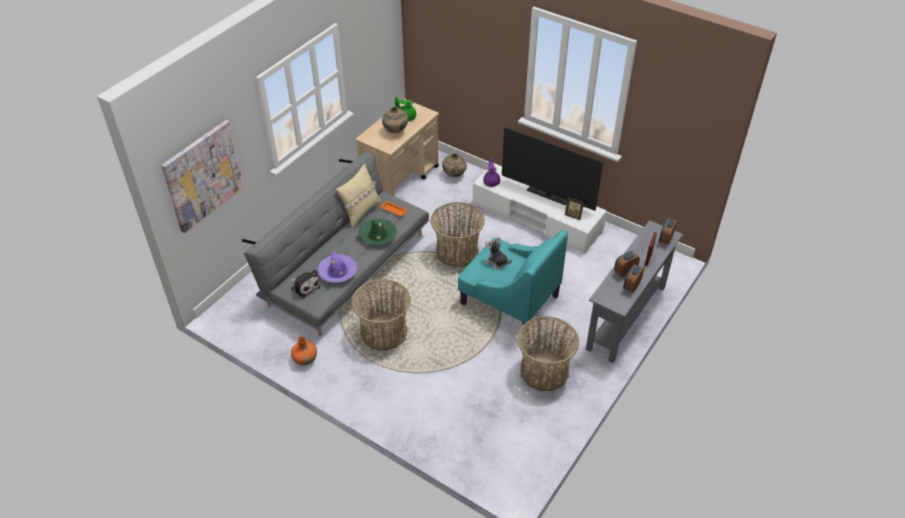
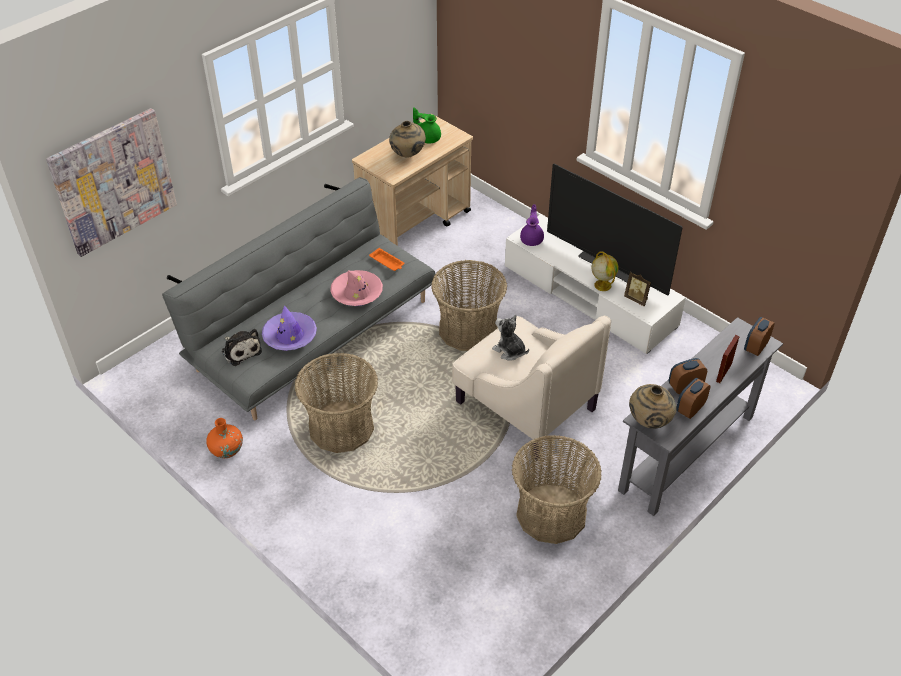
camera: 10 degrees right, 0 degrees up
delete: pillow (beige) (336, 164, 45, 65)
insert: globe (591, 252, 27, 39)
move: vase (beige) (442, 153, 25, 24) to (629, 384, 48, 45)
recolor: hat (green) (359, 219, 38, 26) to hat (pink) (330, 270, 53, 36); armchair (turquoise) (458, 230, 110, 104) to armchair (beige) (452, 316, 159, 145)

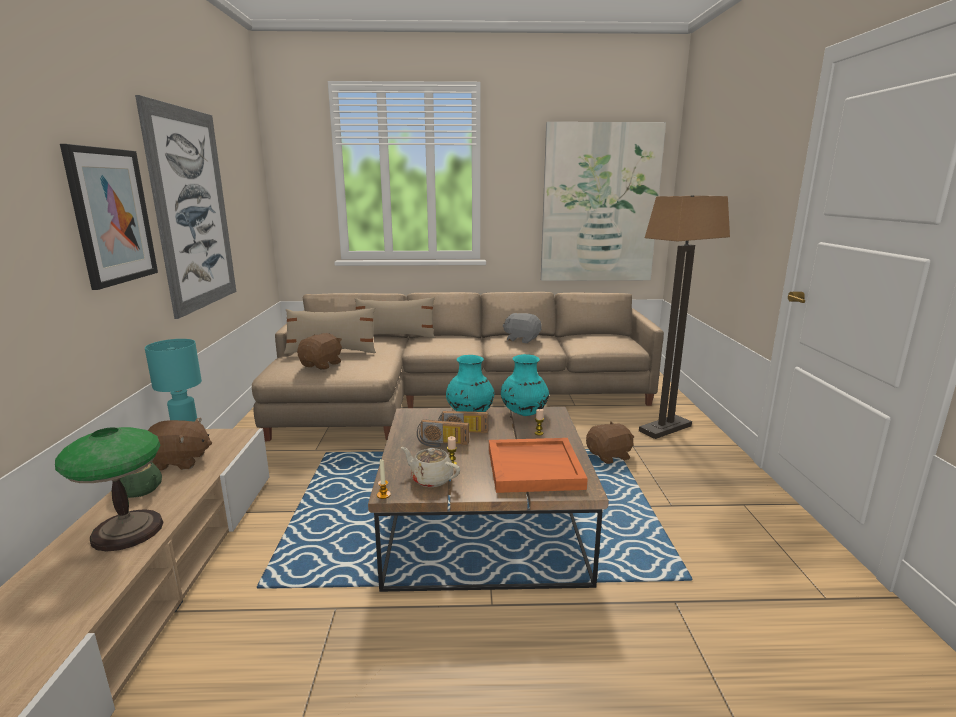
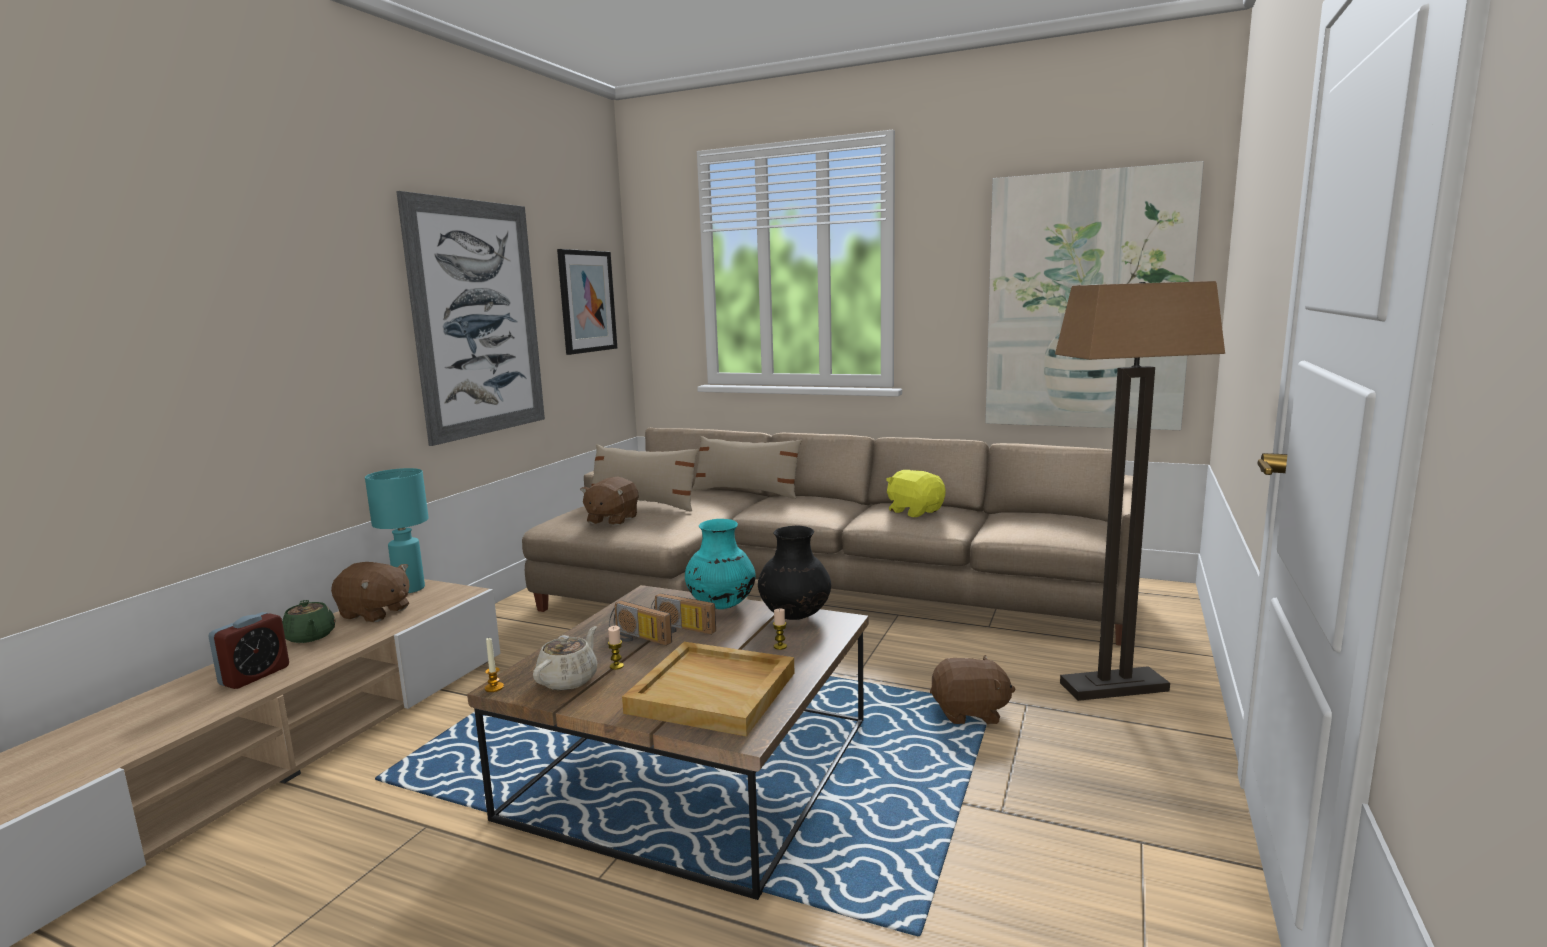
camera: 25 degrees right, 5 degrees down
move: picture (60, 144, 98, 146) to (557, 249, 60, 106)
replace: table lamp (55, 427, 109, 124) to alarm clock (208, 612, 81, 77)
recolor: tray (orange) (489, 438, 99, 55) to tray (beige) (622, 642, 172, 95); vase (turquoise) (501, 354, 48, 62) to vase (black) (758, 526, 73, 94); plush toy (grey) (503, 313, 39, 30) to plush toy (yellow) (886, 470, 60, 47)
rotate: teapot (beige) (401, 447, 59, 40) = (533, 626, 64, 65) 60 degrees clockwise; plush toy (brown) (297, 333, 45, 37) = (580, 476, 59, 50) 150 degrees clockwise

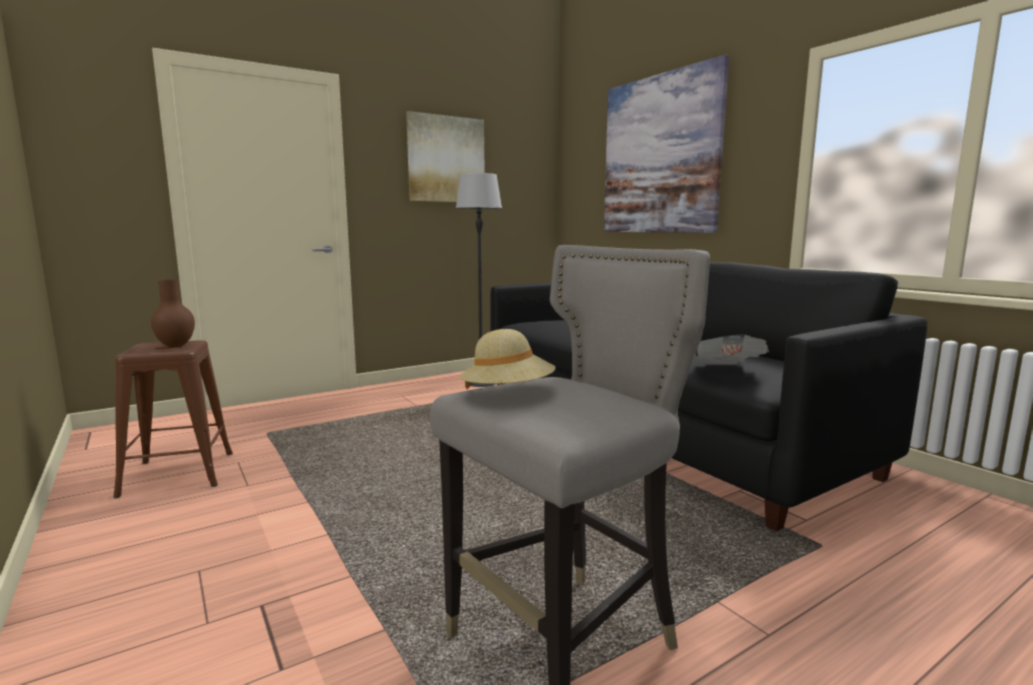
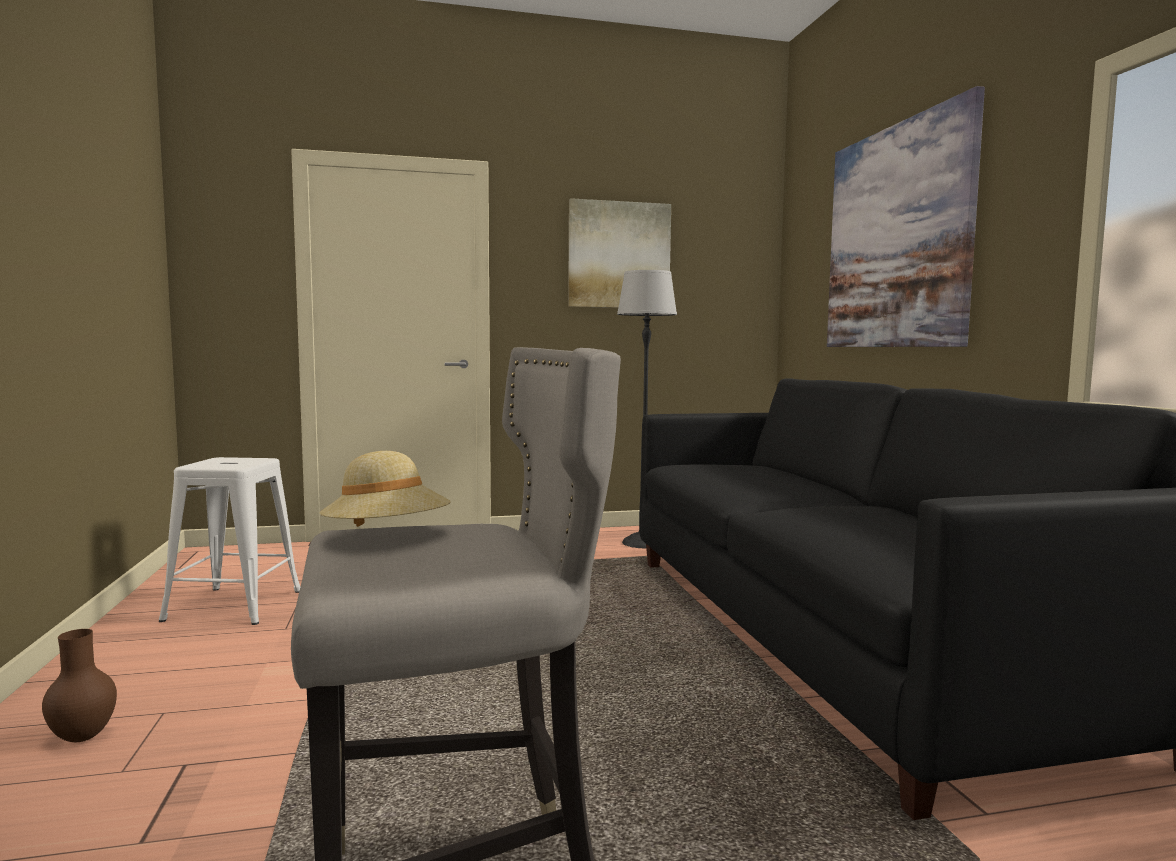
camera: 20 degrees right, 5 degrees down
delete: newspaper (695, 335, 74, 27)
move: vase (brown) (151, 280, 44, 67) to (42, 629, 75, 113)
recolor: stool (brown) (113, 340, 120, 158) to stool (white) (159, 457, 141, 168)

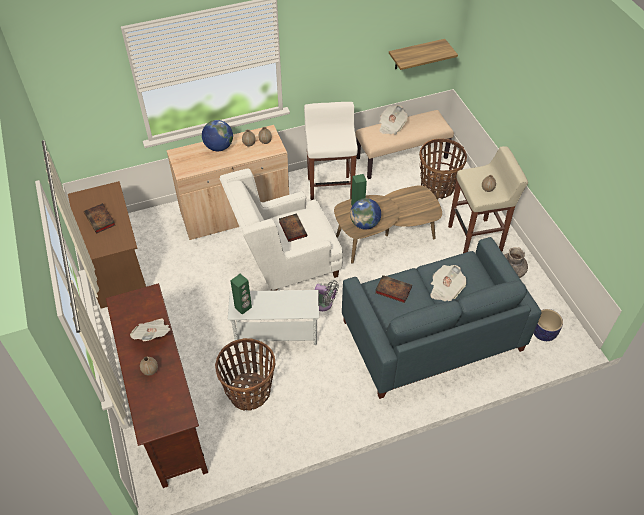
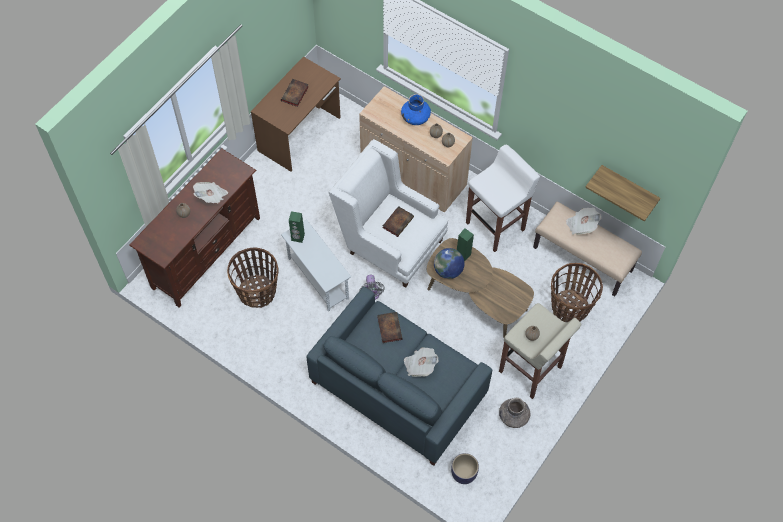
camera: 55 degrees right, 10 degrees up
replace: globe (202, 120, 31, 31) to vase (blue) (401, 94, 30, 31)

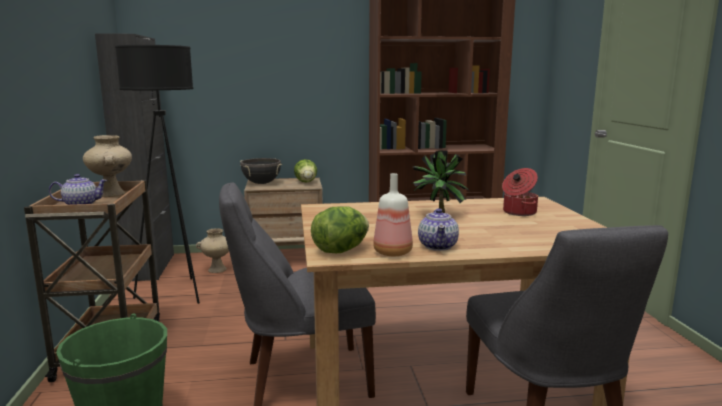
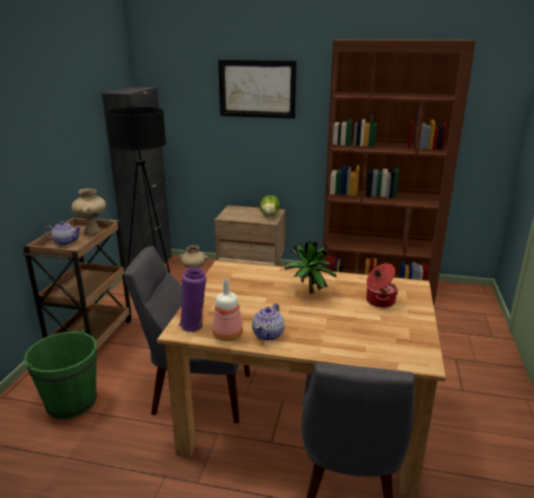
camera: 20 degrees right, 10 degrees up
delete: cooking pot (black) (240, 158, 42, 26)
insert: picture (218, 60, 79, 59)
replace: lettuce (311, 206, 58, 47) to vase (purple) (179, 268, 28, 64)

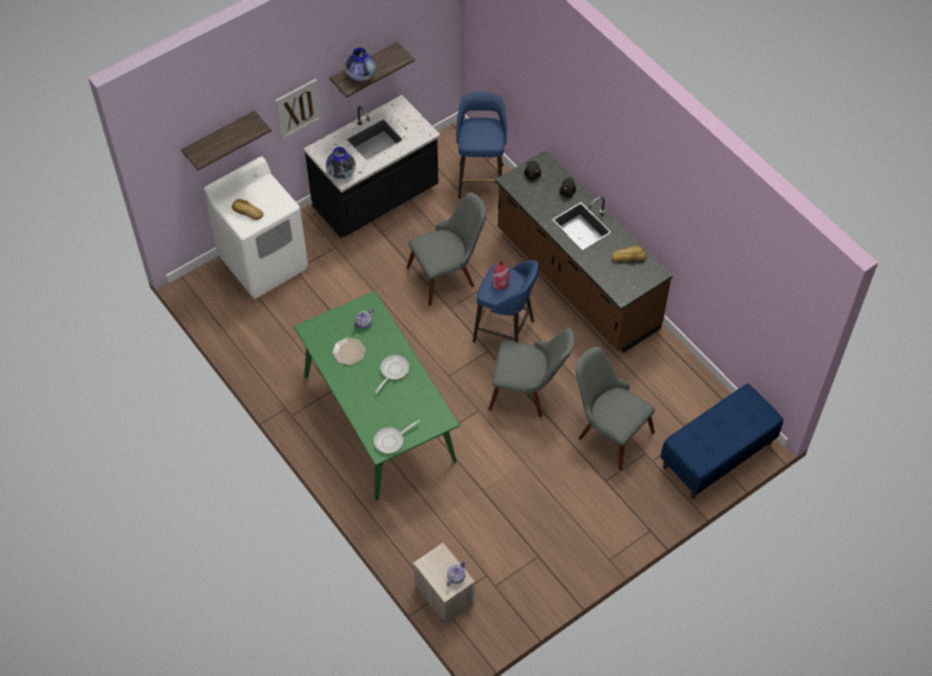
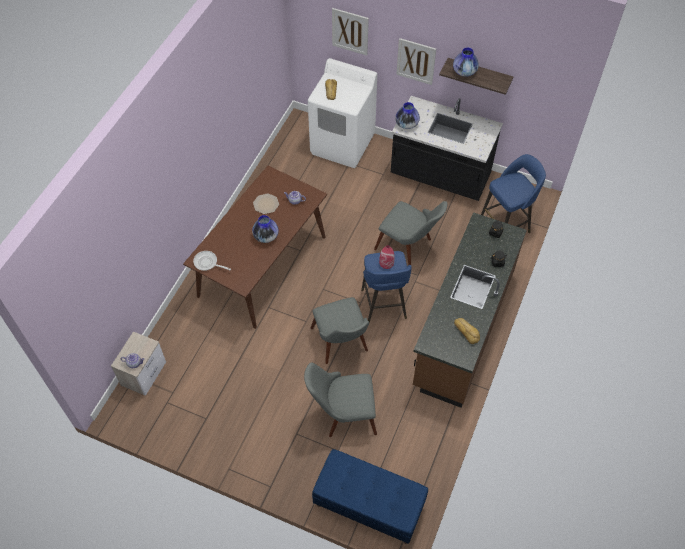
camera: 60 degrees right, 0 degrees up
replace: frying pan (375, 355, 34, 38) to vase (252, 215, 27, 28); shelf (181, 111, 90, 59) to picture (332, 8, 37, 48)
recolor: dining table (green) (294, 291, 166, 210) to dining table (brown) (183, 166, 144, 163)
rotate: chair (grey) (576, 347, 79, 123) = (304, 362, 73, 75) 105 degrees counterclockwise

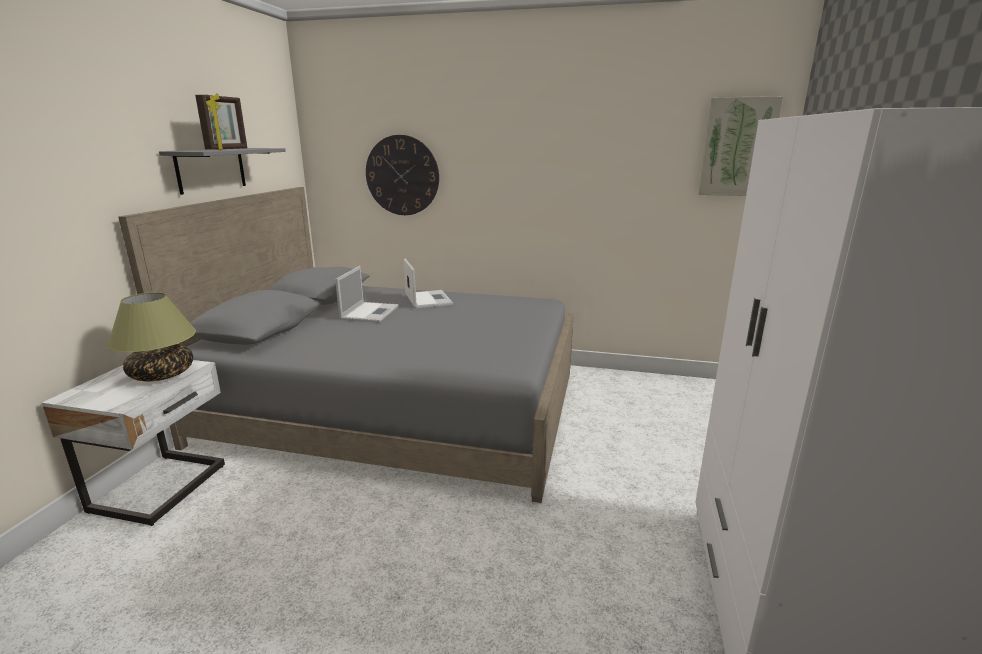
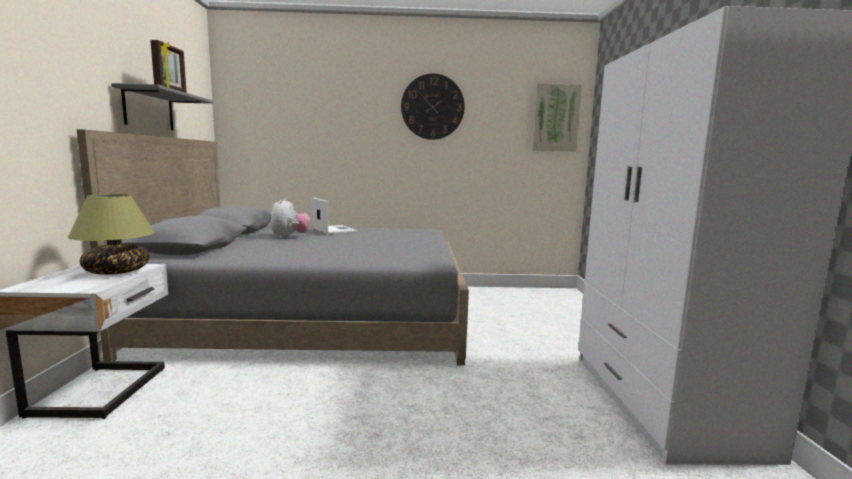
camera: 15 degrees left, 10 degrees down
move: wall clock (366, 135, 73, 80) to (401, 73, 64, 67)
replace: laptop (335, 266, 64, 57) to plush toy (270, 198, 40, 40)

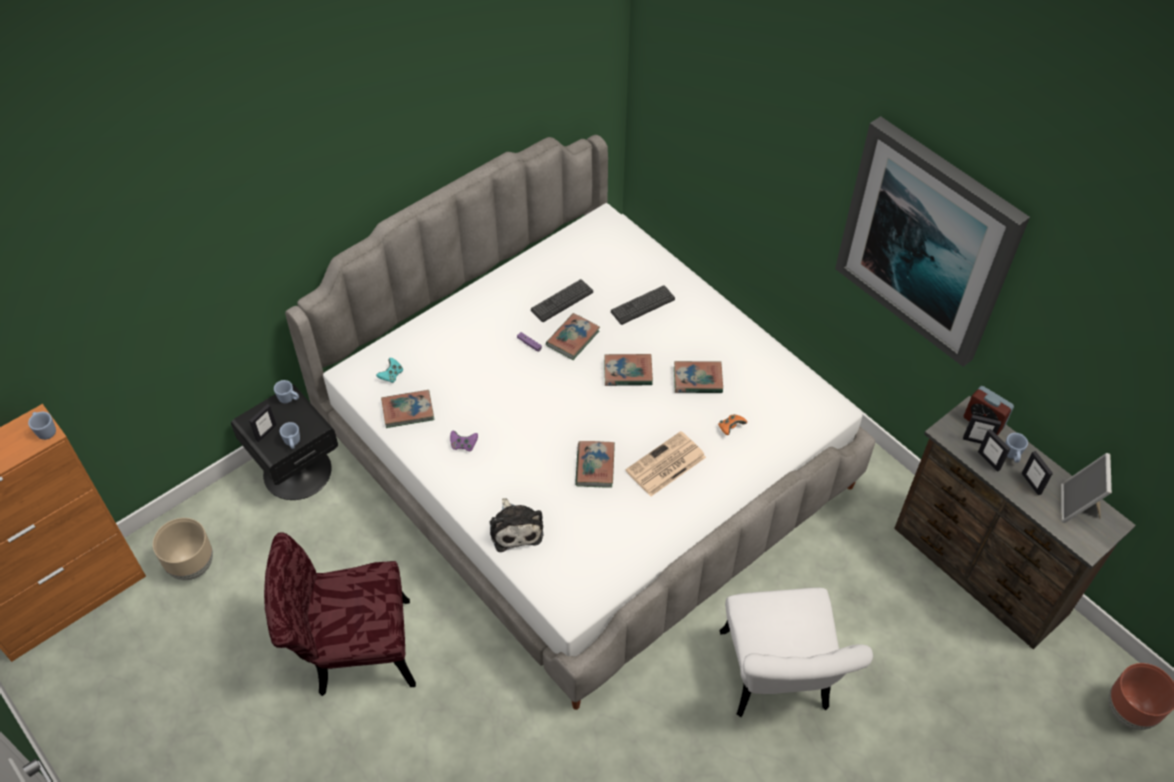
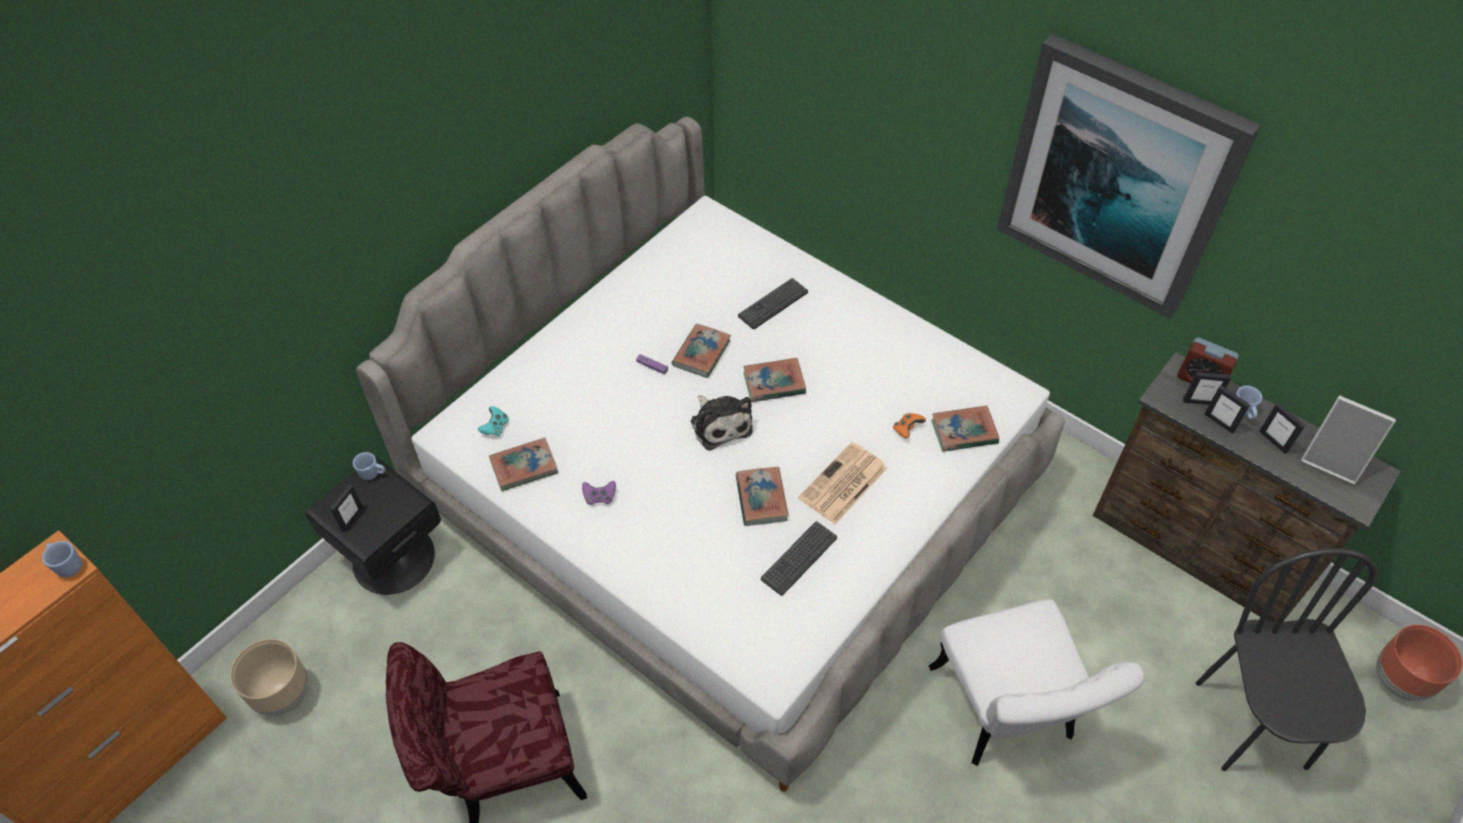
camera: 10 degrees left, 0 degrees up
delete: mug (blue) (280, 422, 20, 27)
insert: chair (black) (1196, 548, 181, 223)
move: plush toy (490, 498, 53, 54) to (691, 396, 61, 55); keyboard (531, 279, 62, 43) to (761, 521, 76, 75); book (674, 361, 49, 32) to (931, 406, 68, 46)
rotate: picture frame (1061, 453, 51, 70) = (1301, 396, 95, 89) 60 degrees counterclockwise

